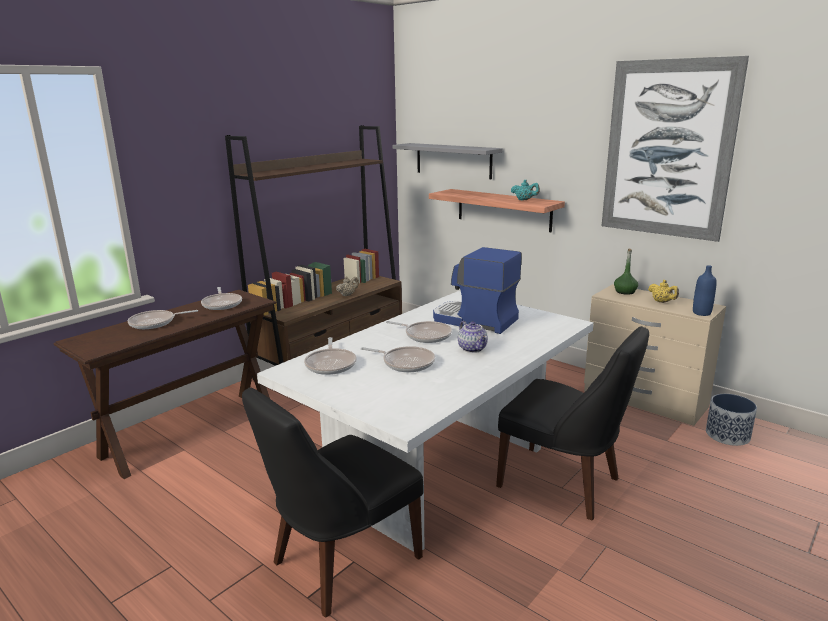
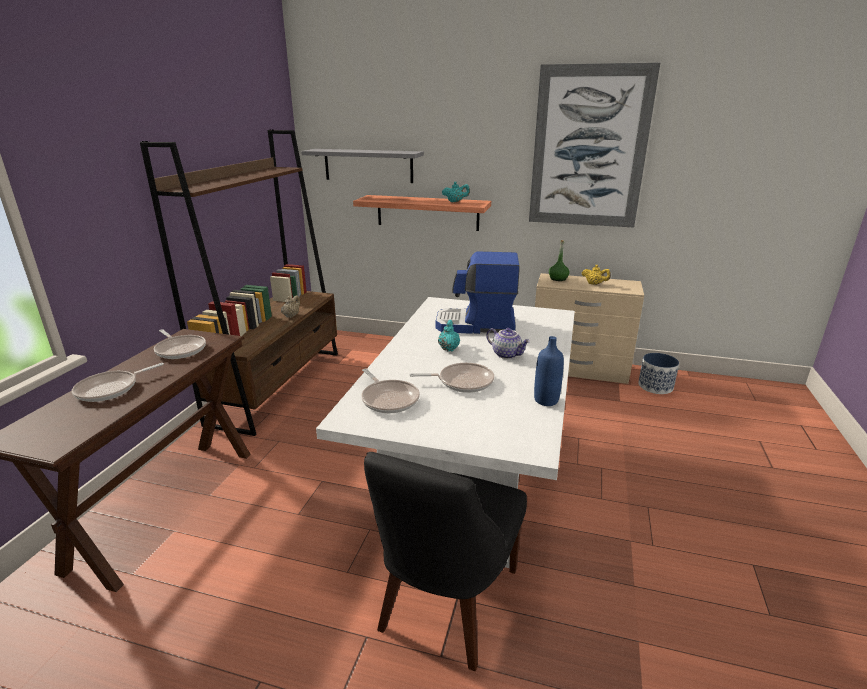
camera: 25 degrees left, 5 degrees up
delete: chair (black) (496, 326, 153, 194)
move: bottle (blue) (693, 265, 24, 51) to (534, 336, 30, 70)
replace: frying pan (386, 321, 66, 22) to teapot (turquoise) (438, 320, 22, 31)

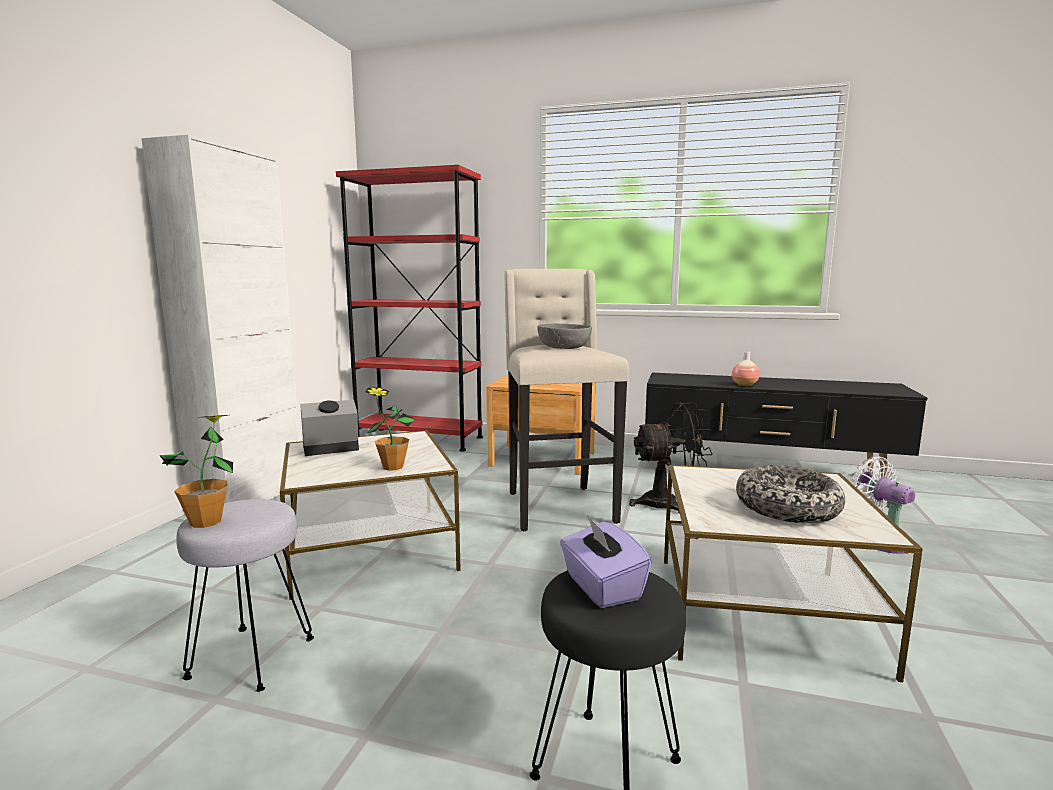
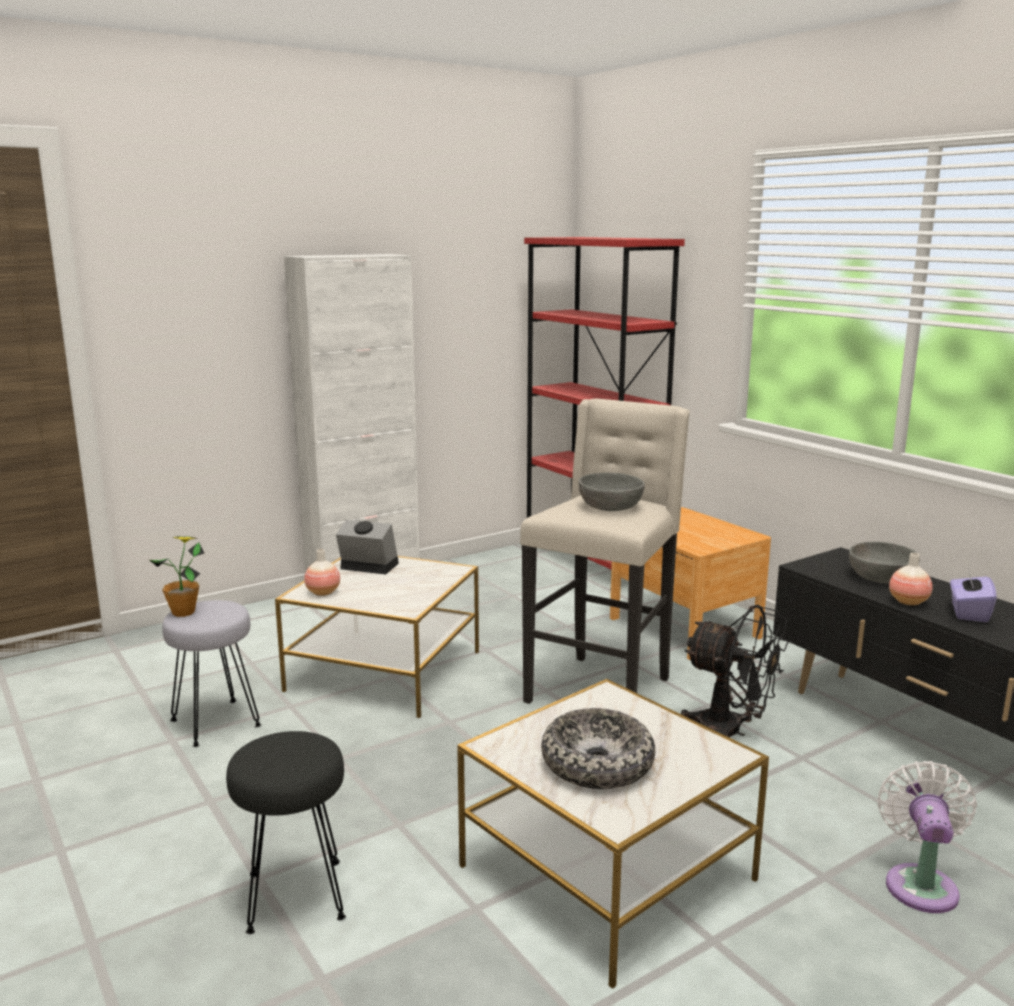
camera: 40 degrees right, 5 degrees up
delete: potted plant (365, 387, 50, 84)
insert: vase (304, 549, 36, 47); bowl (grey) (849, 542, 71, 42)
move: tissue box (purple) (560, 515, 92, 93) to (950, 567, 46, 55)

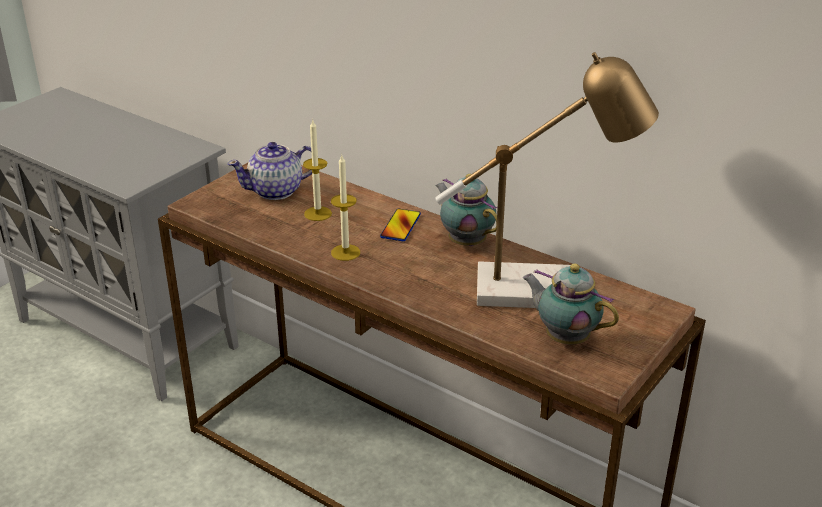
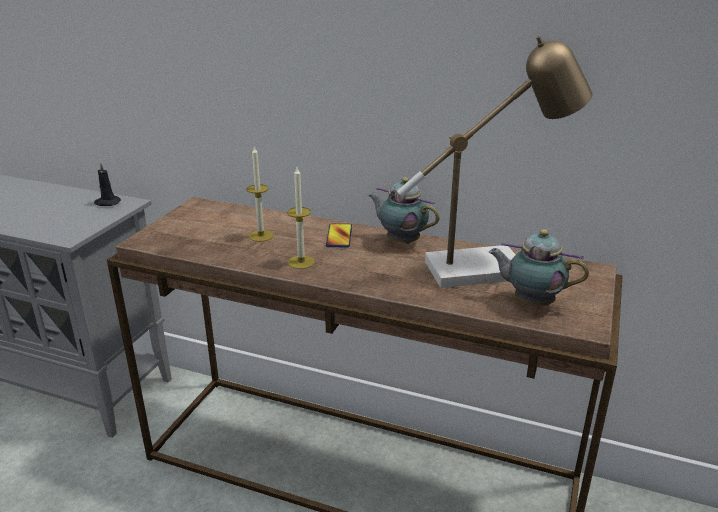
camera: 15 degrees left, 5 degrees down
delete: teapot (227, 142, 85, 58)
insert: candle (black) (94, 162, 27, 44)

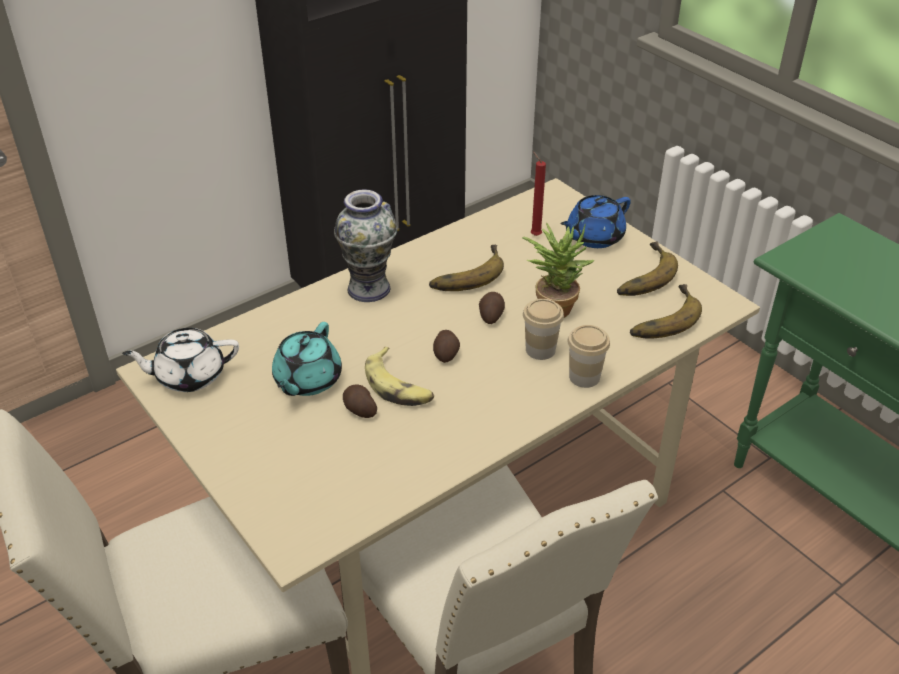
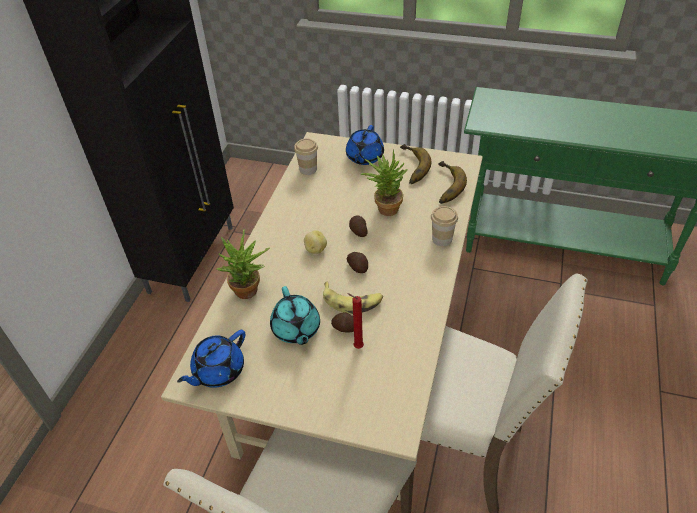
camera: 35 degrees left, 5 degrees up
delete: vase (334, 190, 64, 112); banana (429, 245, 75, 46)
insert: potted plant (217, 229, 52, 70); potato (304, 230, 23, 24)
move: cup (523, 299, 41, 61) to (294, 139, 24, 36); candle (red) (531, 151, 15, 85) to (347, 293, 17, 56)
recolor: teapot (white) (122, 328, 117, 64) to teapot (blue) (177, 330, 68, 58)

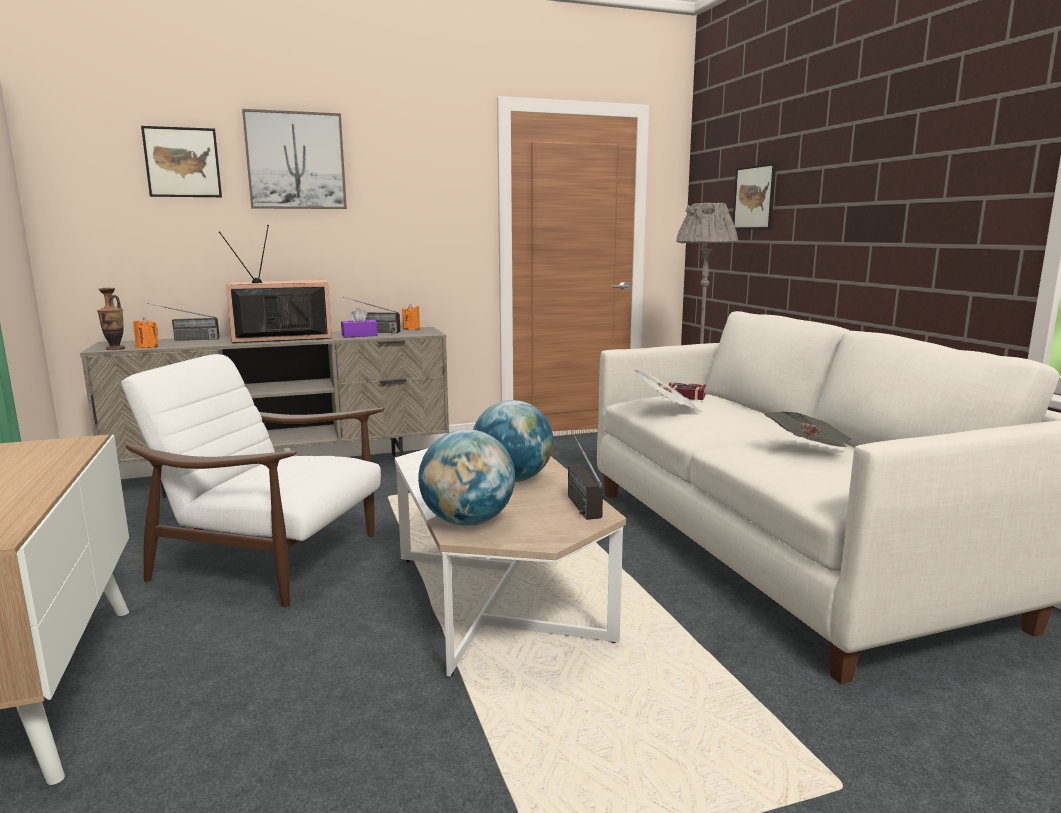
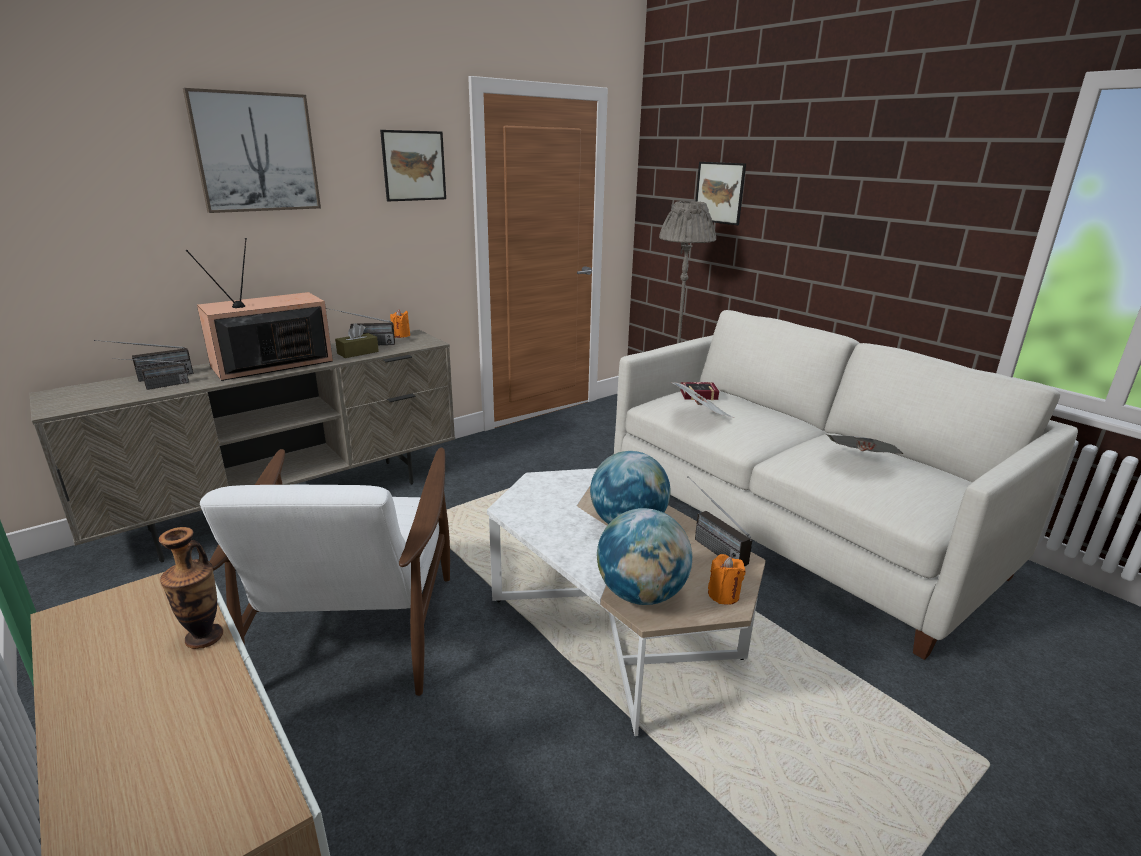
camera: 20 degrees left, 10 degrees up
insert: radio (113, 358, 76, 32)
move: vase (97, 288, 28, 62) to (158, 527, 65, 122); picture (141, 126, 81, 71) to (380, 130, 66, 71); candle (orange) (133, 317, 25, 31) to (708, 554, 37, 51)
recolor: tissue box (purple) (341, 307, 37, 31) to tissue box (brown) (335, 323, 44, 35)
rotate: armchair (white) (121, 354, 264, 253) = (200, 448, 250, 248) 90 degrees counterclockwise

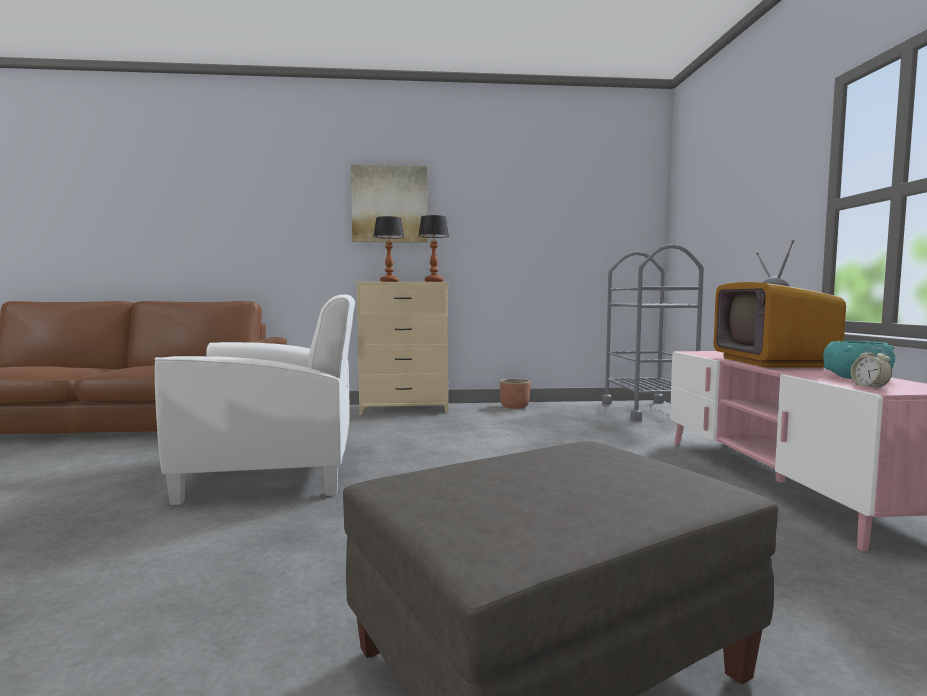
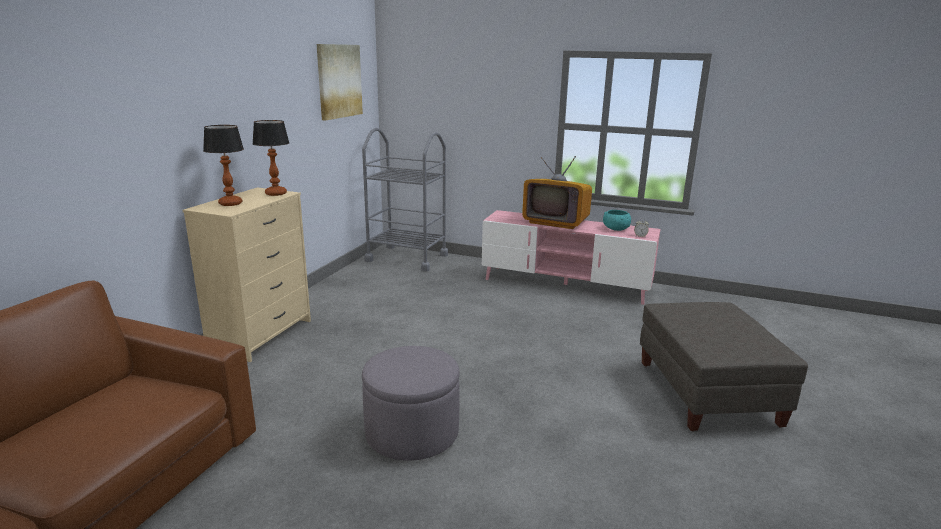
camera: 65 degrees left, 15 degrees up
delete: planter (500, 379, 30, 30)
move: picture (351, 164, 76, 79) to (317, 44, 46, 77)
replace: armchair (white) (155, 294, 200, 211) to ottoman (grey) (362, 346, 98, 115)

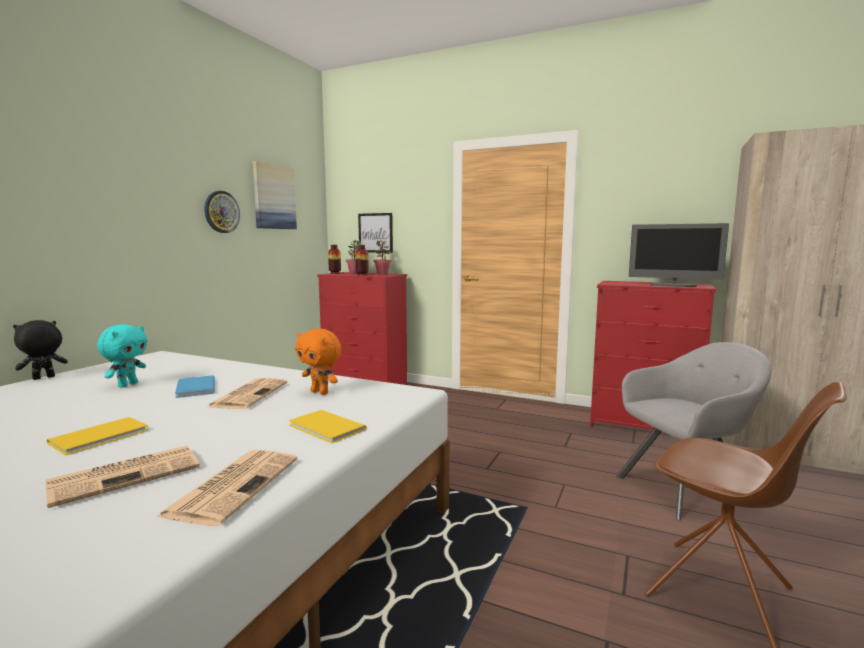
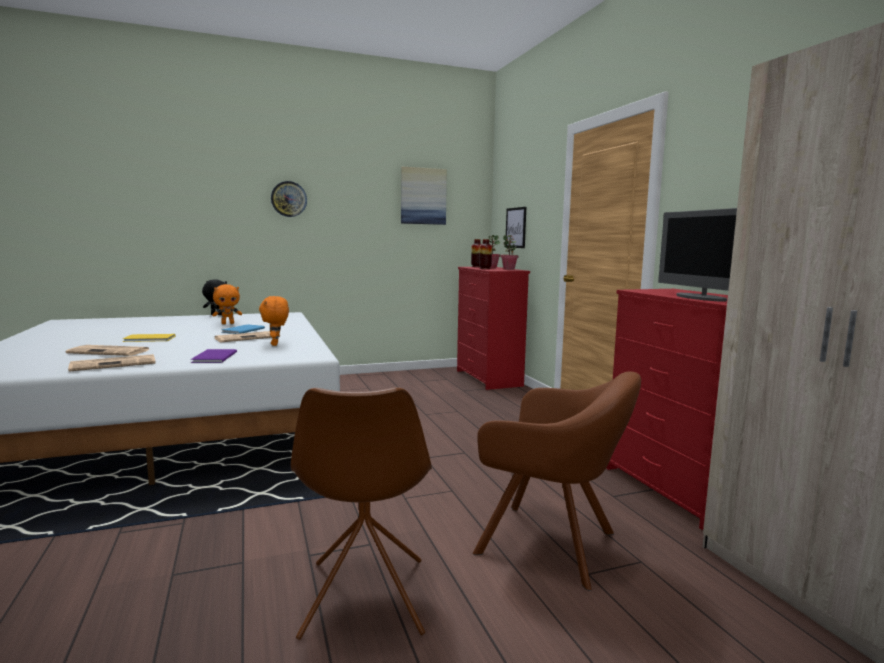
camera: 45 degrees right, 0 degrees up
move: wall clock (204, 191, 36, 42) to (271, 181, 36, 36)
recolor: book (yellow) (289, 410, 78, 33) to book (purple) (191, 349, 46, 14); plush toy (turquoise) (97, 324, 50, 64) to plush toy (orange) (212, 284, 30, 40); armchair (grey) (616, 342, 156, 179) to armchair (brown) (473, 372, 168, 219)

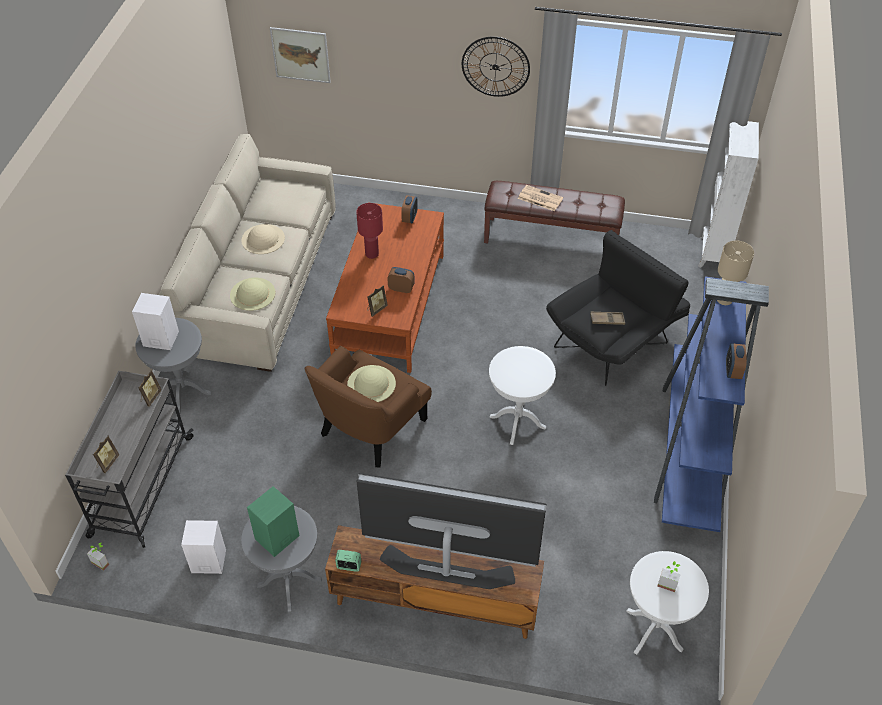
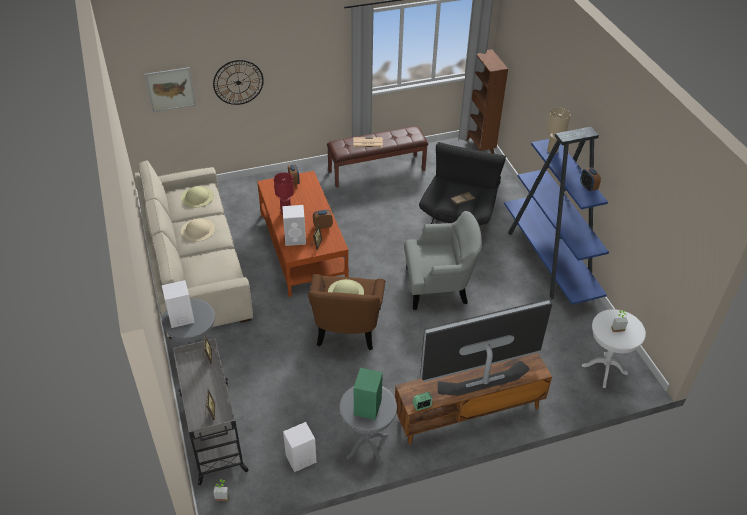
camera: 30 degrees left, 5 degrees down
insert: speaker (white) (282, 205, 24, 41)
move: hat (beige) (230, 278, 46, 33) to (181, 186, 33, 22); wall clock (462, 37, 68, 60) to (213, 60, 51, 45)
replace: side table (white) (489, 346, 67, 99) to armchair (grey) (404, 211, 78, 99)
recolor: bookcase (white) (698, 121, 61, 147) to bookcase (brown) (467, 49, 41, 105)

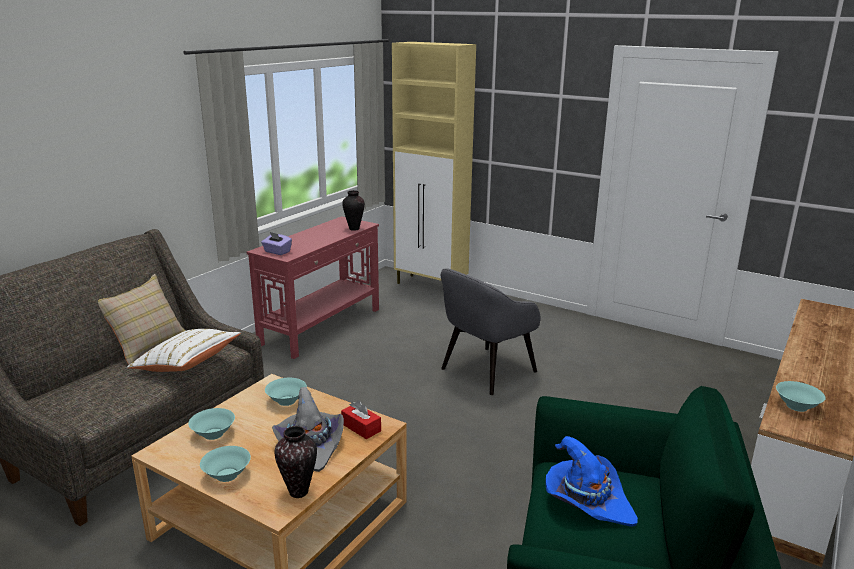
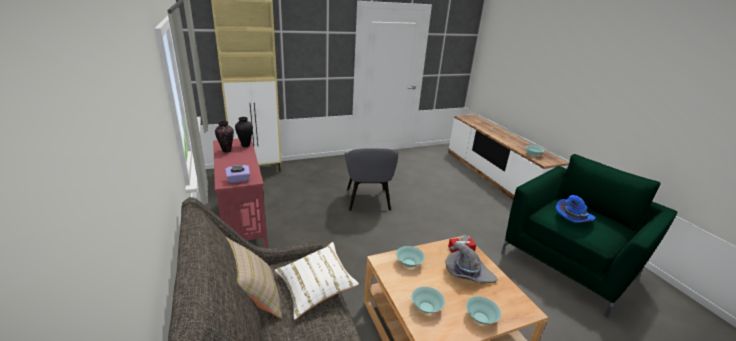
camera: 55 degrees left, 5 degrees up
move: vase (274, 426, 43, 72) to (215, 121, 19, 32)

